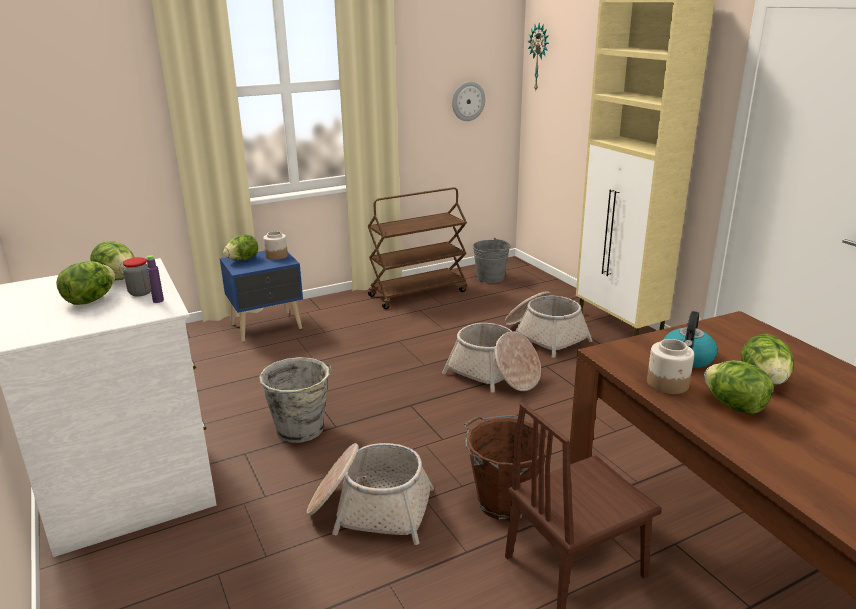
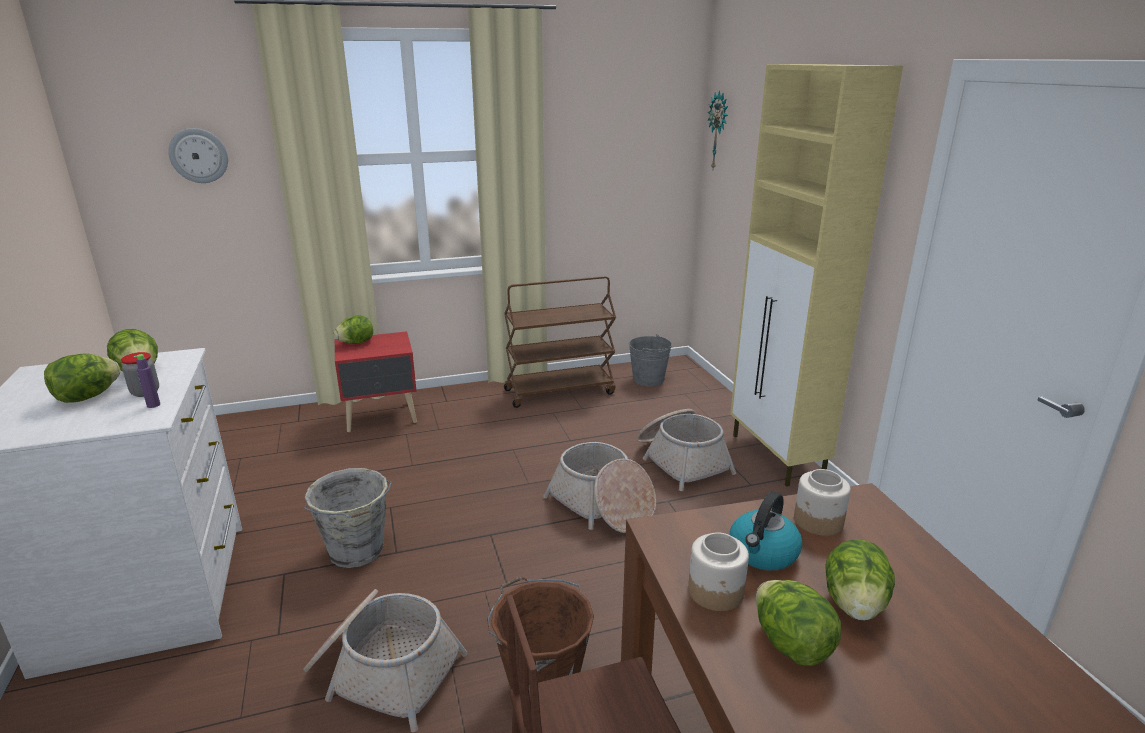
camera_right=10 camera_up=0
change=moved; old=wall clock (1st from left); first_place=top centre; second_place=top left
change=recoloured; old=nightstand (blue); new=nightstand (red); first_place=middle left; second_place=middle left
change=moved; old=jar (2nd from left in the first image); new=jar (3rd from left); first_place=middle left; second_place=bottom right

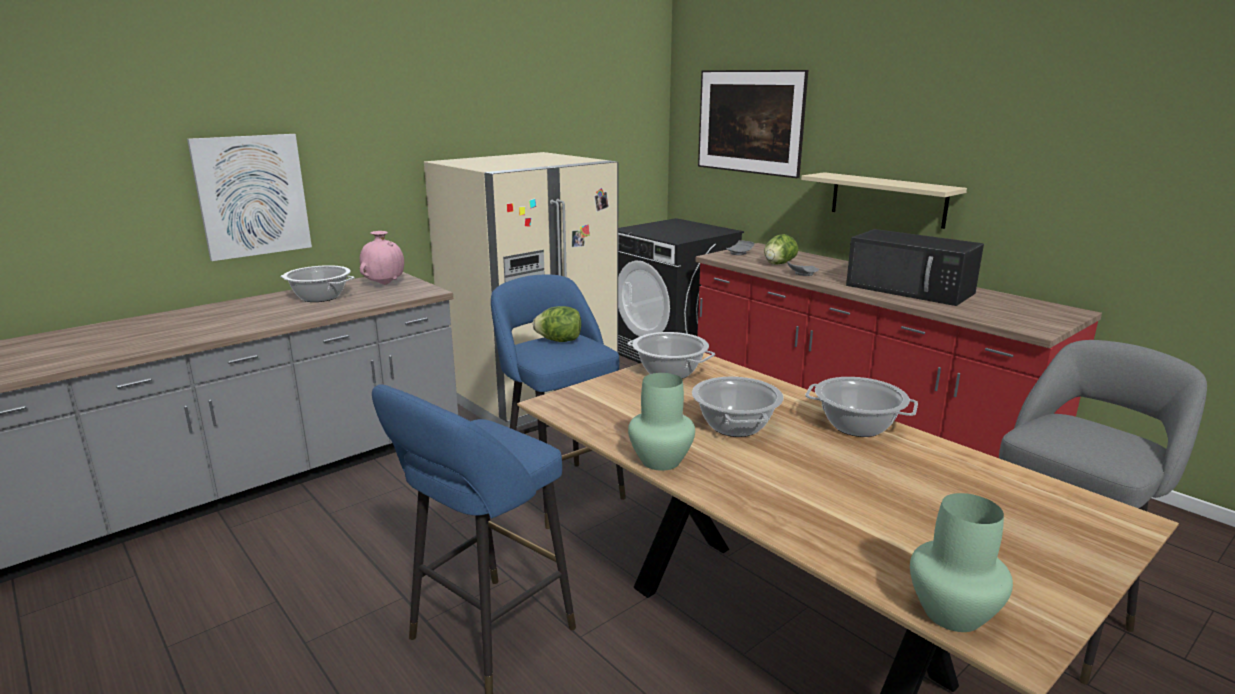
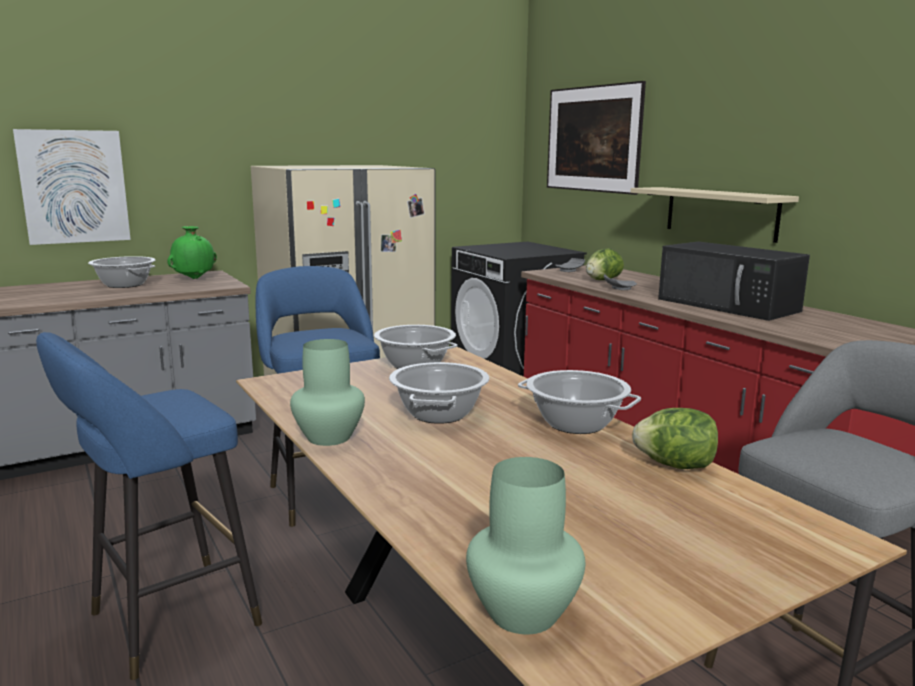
camera_right=10 camera_up=-5
change=recoloured; old=vase (pink); new=vase (green) (1st from left); first_place=middle left; second_place=middle left
change=moved; old=lettuce (1st from left in the first image); new=lettuce (2nd from left); first_place=centre; second_place=middle right

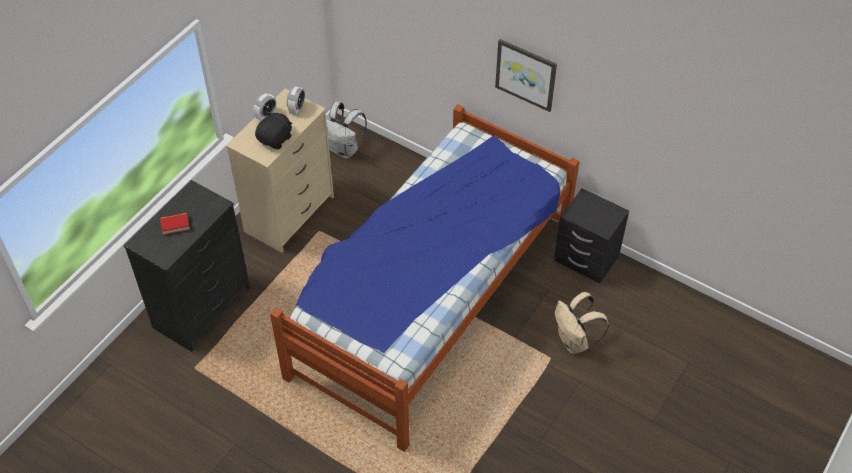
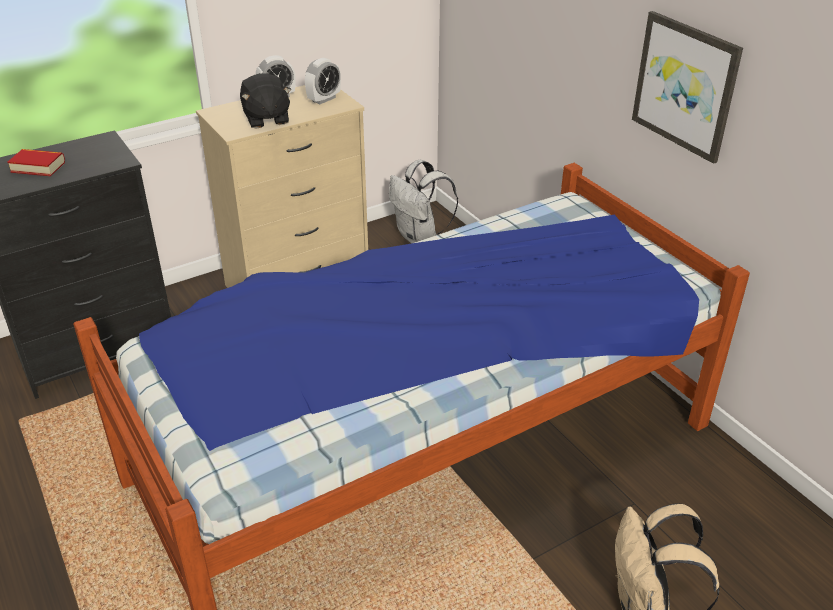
camera_right=25 camera_up=-15
change=turned; old=plush toy (black); first_place=top left; second_place=top left; degrees=105
change=removed; old=nightstand (black); first_place=middle right

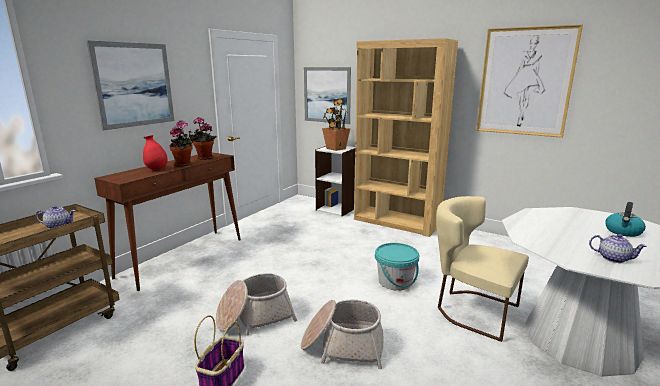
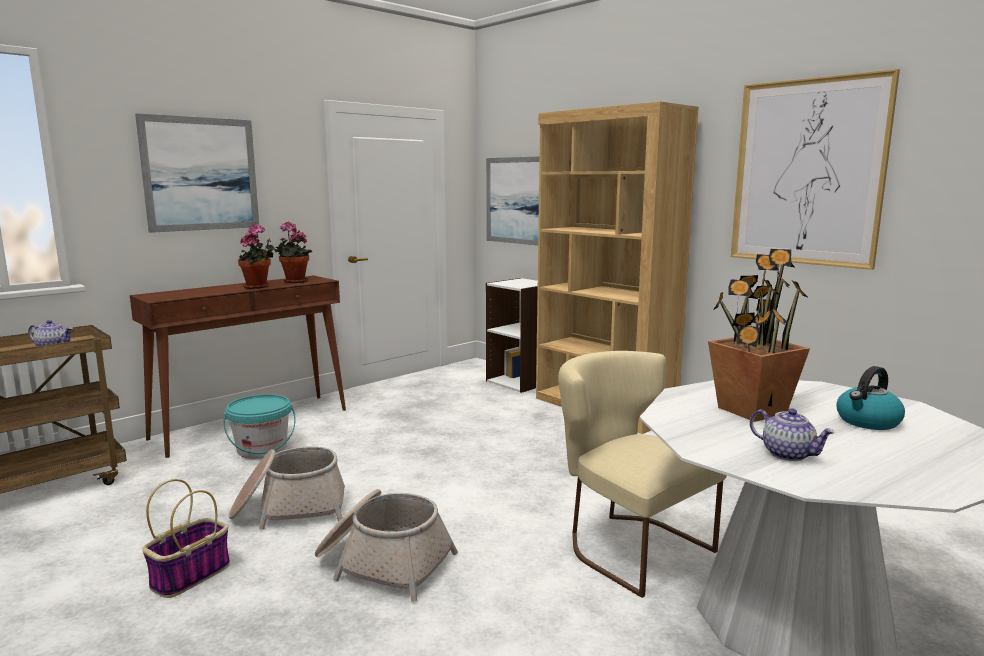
camera_right=15 camera_up=-5
change=moved; old=bucket (turquoise); first_place=bottom centre; second_place=middle left
change=moved; old=potted plant (3rd from left); first_place=top centre; second_place=middle right
change=removed; old=vase (red); first_place=middle left

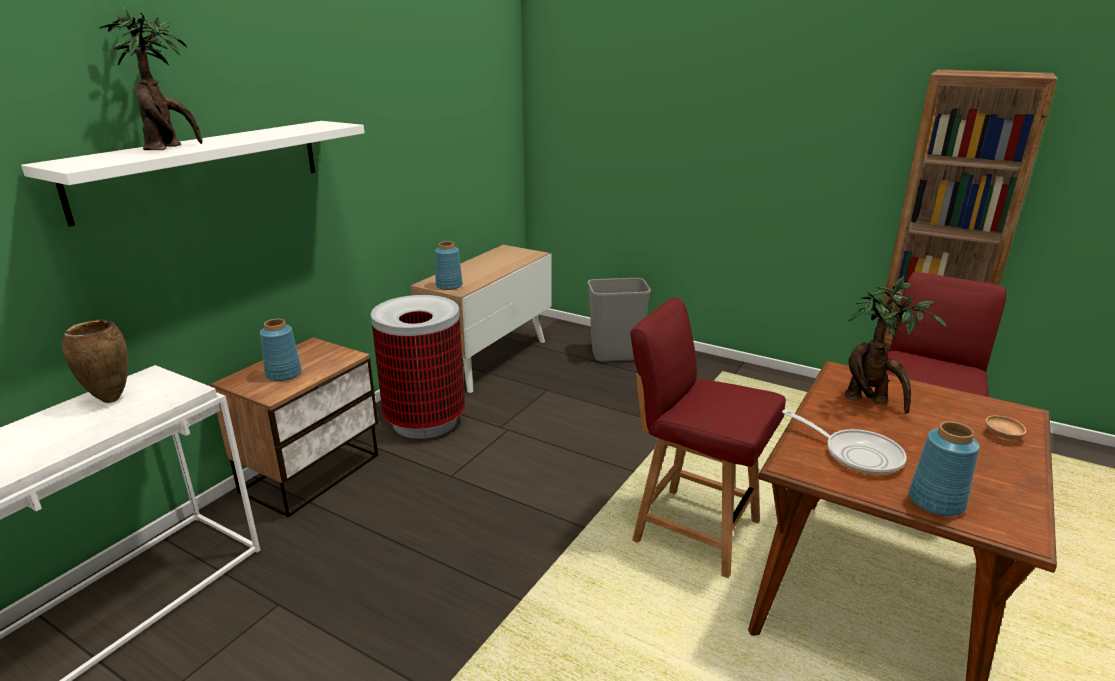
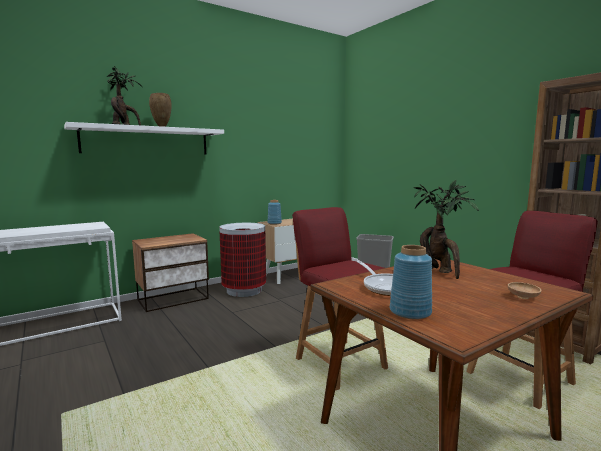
camera_right=25 camera_up=-15
change=moved; old=vase (brown); first_place=middle left; second_place=top left
change=removed; old=vase (blue) (1st from left); first_place=middle left

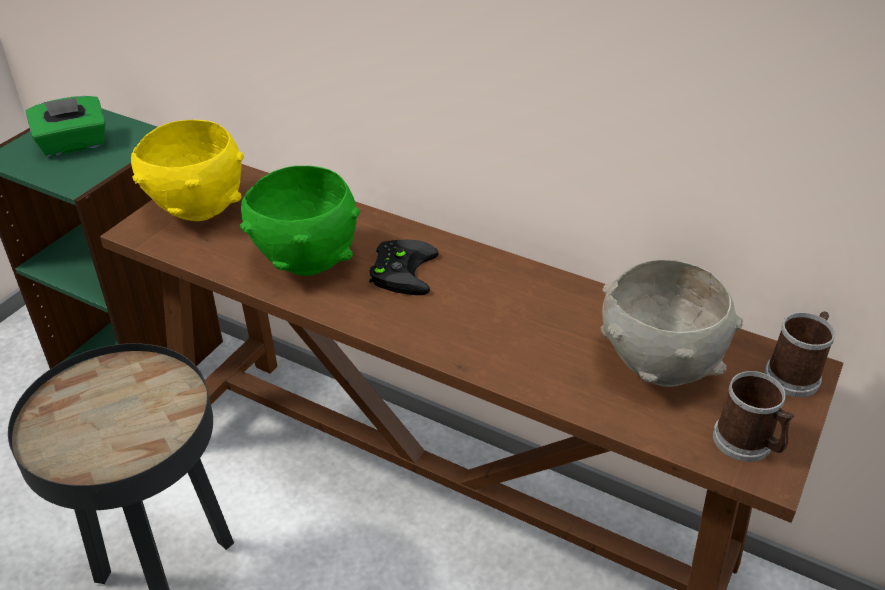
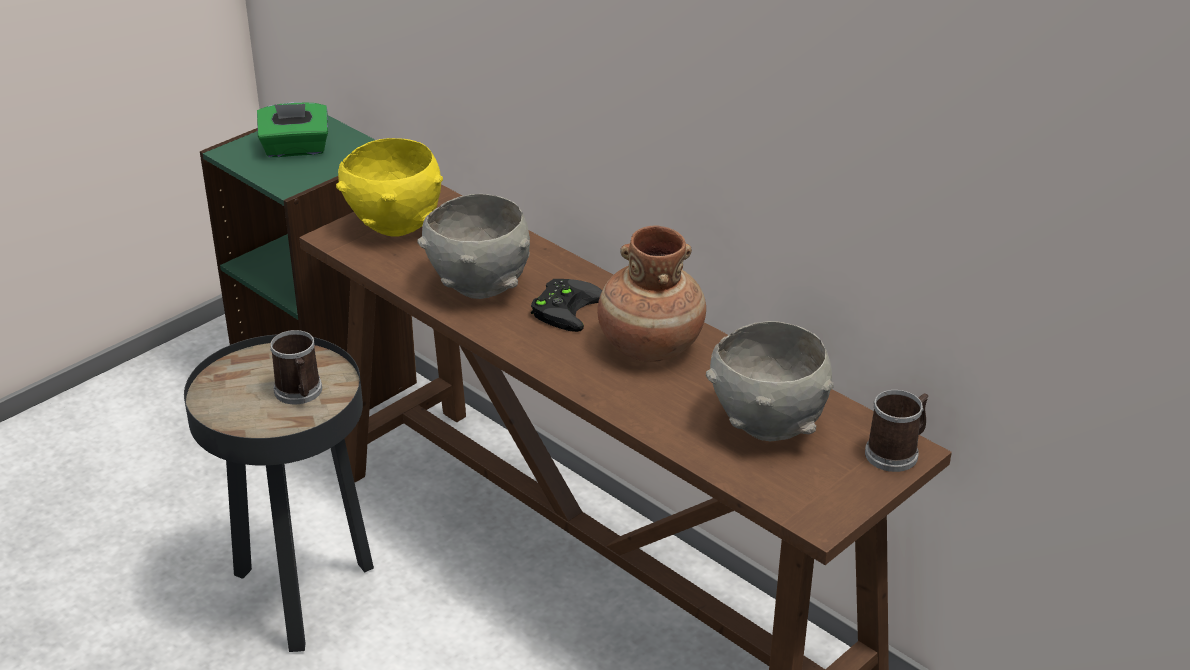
camera_right=15 camera_up=-5
change=moved; old=mug (1st from left); first_place=bottom right; second_place=middle left
change=recoloured; old=bowl (green); new=bowl (grey) (1st from left); first_place=centre; second_place=centre
change=added; new=vase (brown); second_place=centre

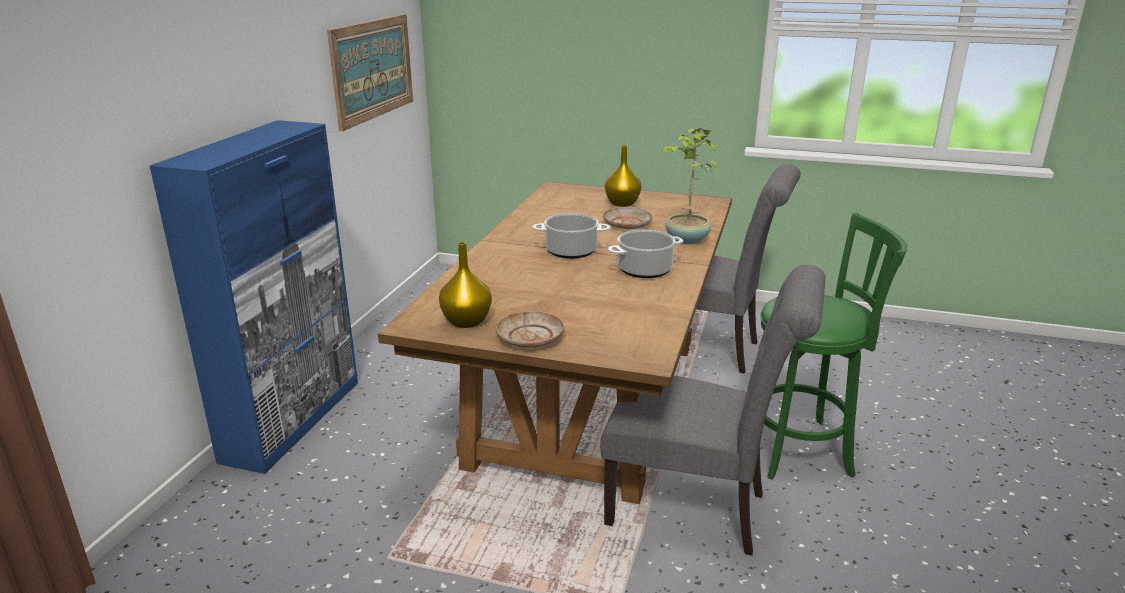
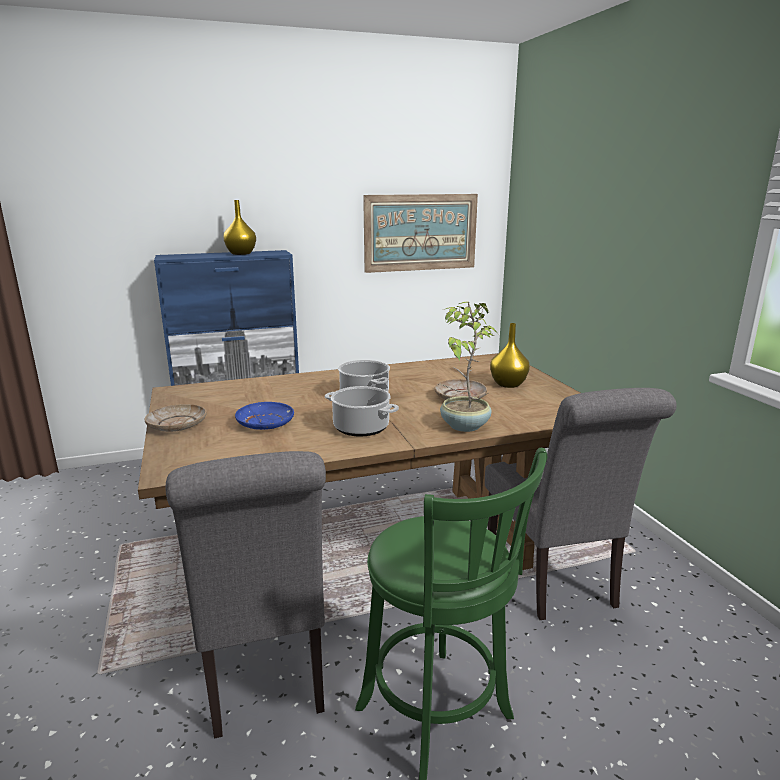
camera_right=55 camera_up=-5
change=moved; old=vase (yellow) (1st from left); first_place=centre; second_place=top left
change=added; new=plate (blue); second_place=centre

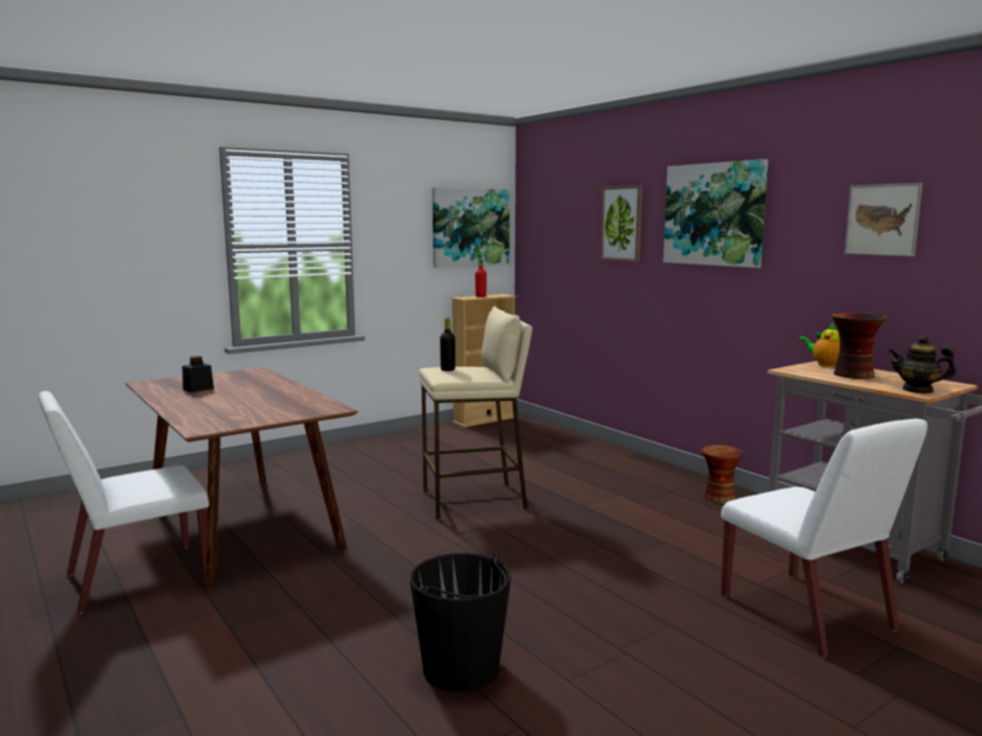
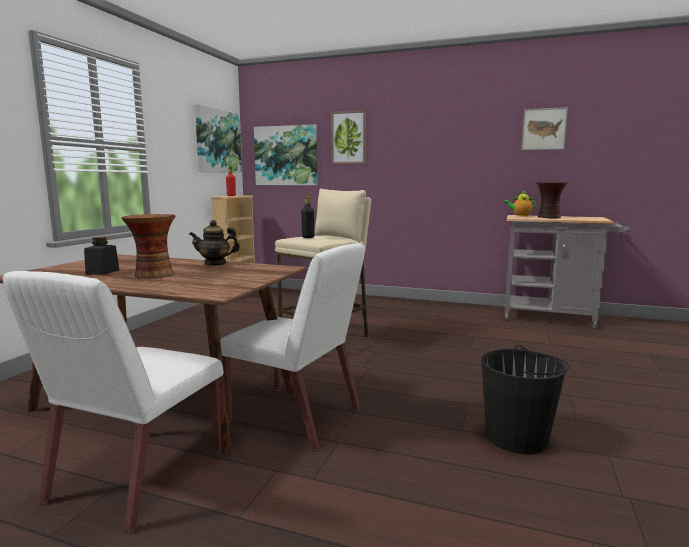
camera_right=-35 camera_up=0
change=moved; old=vase (1st from left); first_place=middle right; second_place=middle left
change=moved; old=teapot (2nd from left in the first image); new=teapot (1st from left); first_place=middle right; second_place=middle left
change=moved; old=chair (white) (2nd from left); first_place=bottom right; second_place=centre
change=moved; old=picture (3rd from left in the first image); new=picture (2nd from left); first_place=top right; second_place=top centre

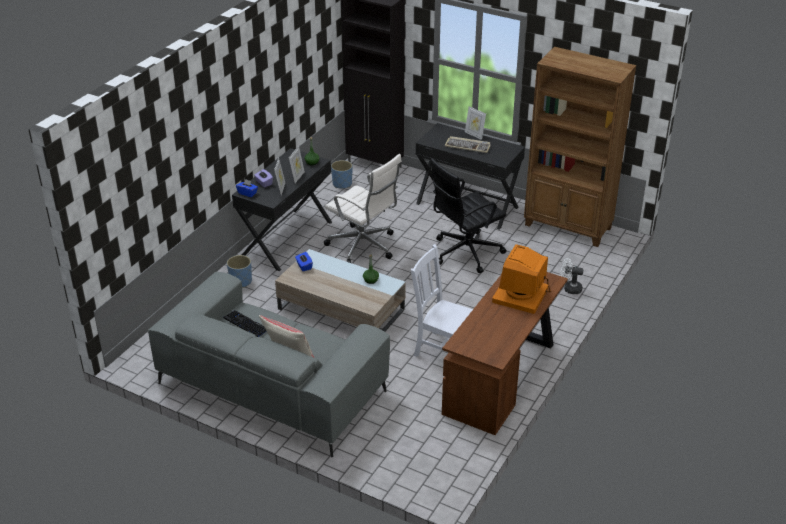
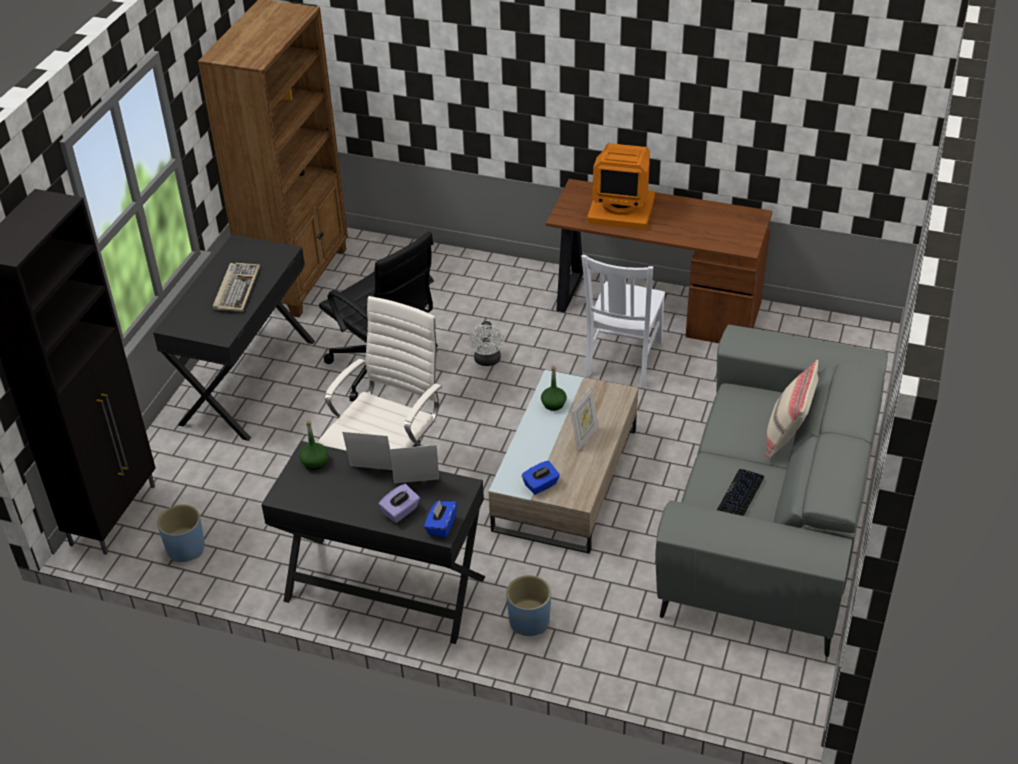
camera_right=-100 camera_up=5
change=moved; old=fan (white); first_place=middle right; second_place=centre
change=moved; old=picture frame (3rd from left); first_place=top centre; second_place=centre

